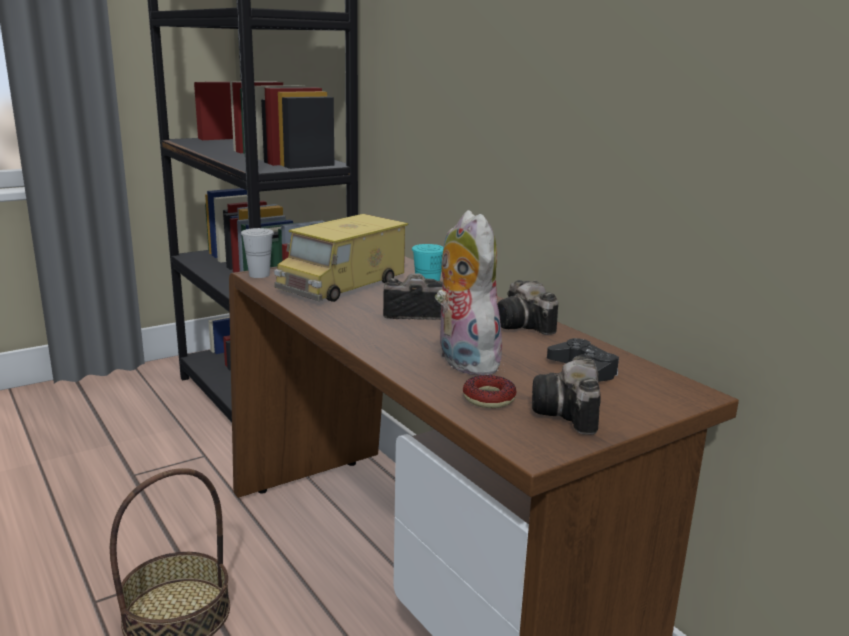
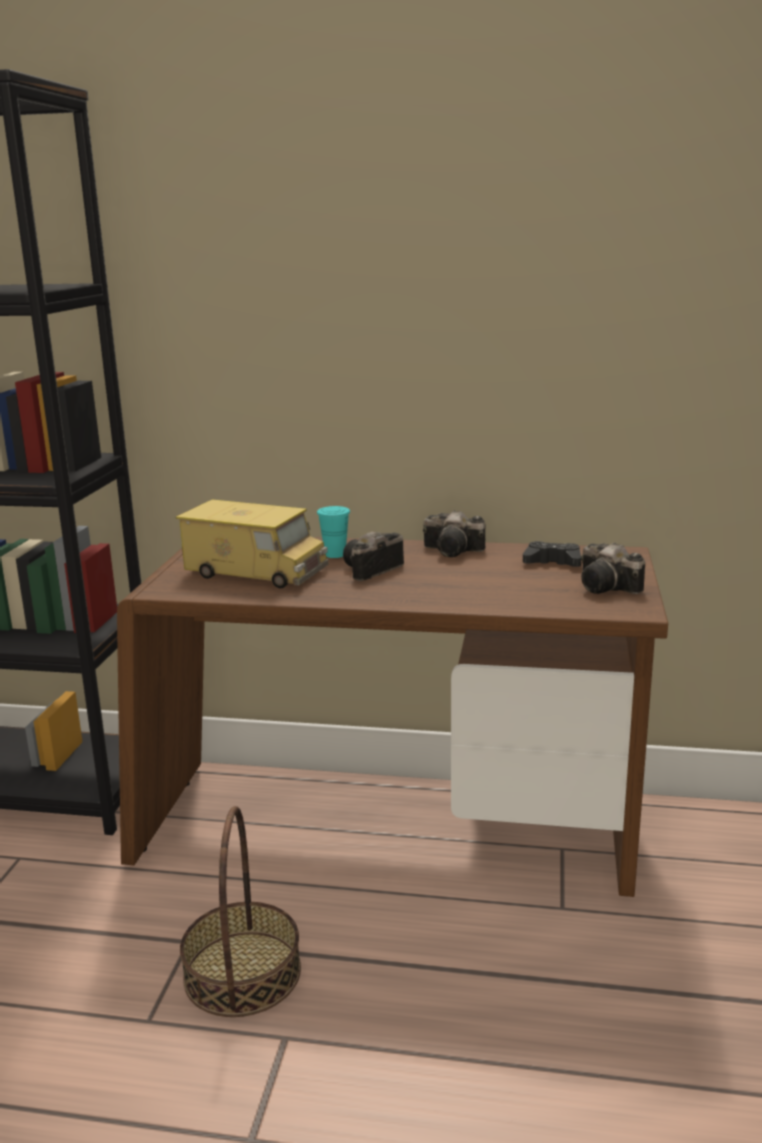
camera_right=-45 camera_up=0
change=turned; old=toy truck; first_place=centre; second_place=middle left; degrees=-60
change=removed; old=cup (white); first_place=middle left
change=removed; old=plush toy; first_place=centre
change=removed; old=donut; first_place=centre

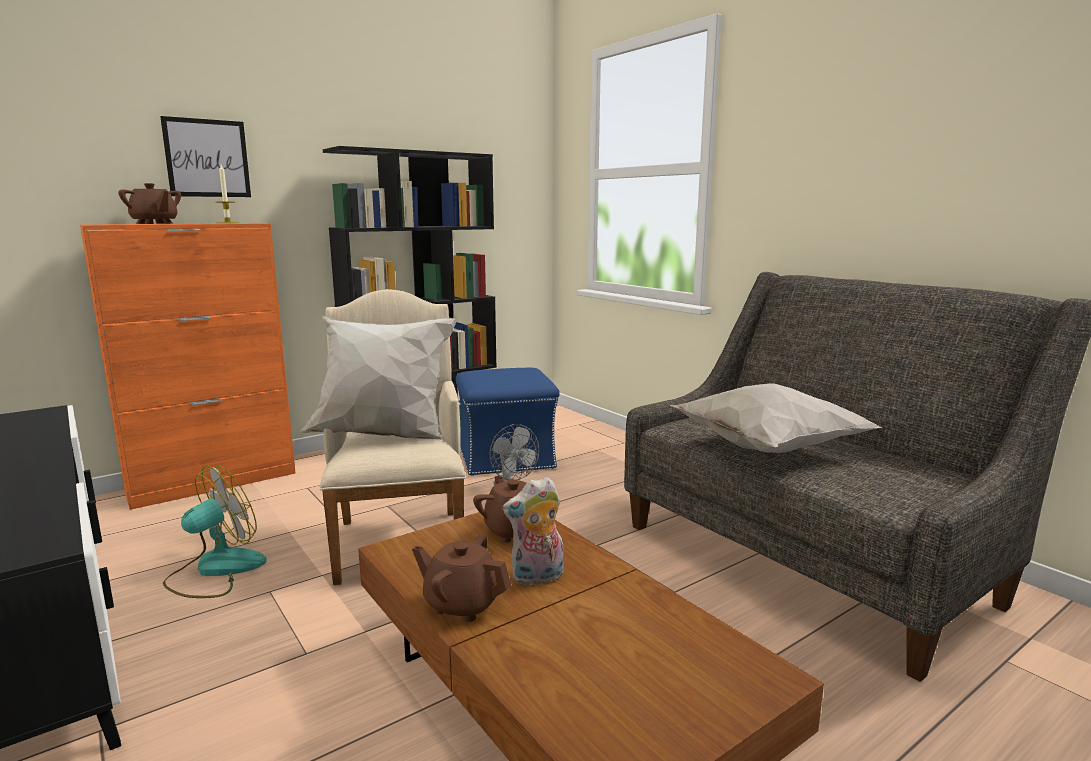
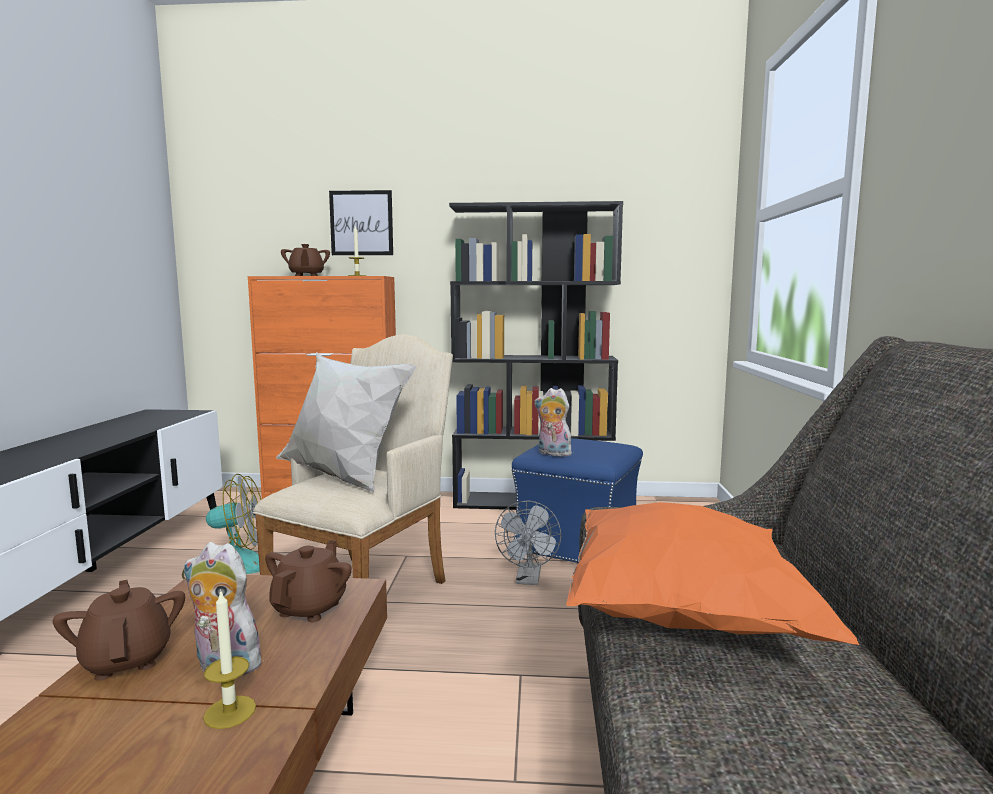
camera_right=40 camera_up=-5
change=added; new=candle (1st from left); second_place=bottom left
change=added; new=plush toy (2nd from left); second_place=centre
change=recoloured; old=pillow (white) (2nd from left); new=pillow (orange); first_place=middle right; second_place=bottom right

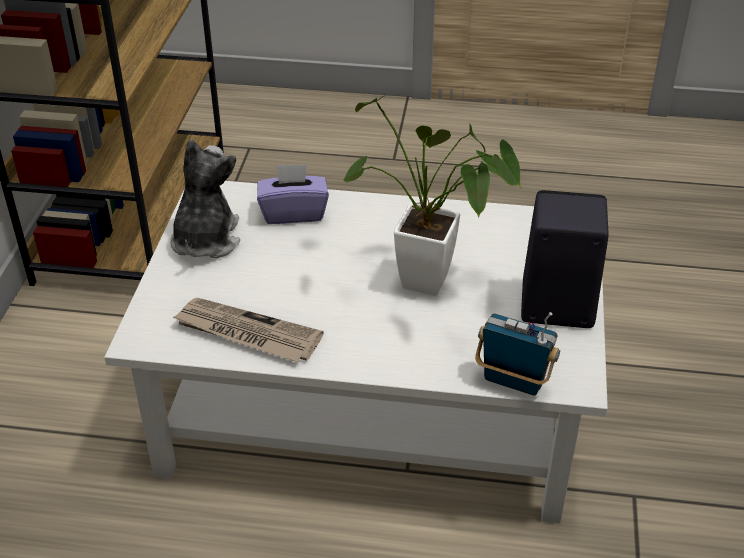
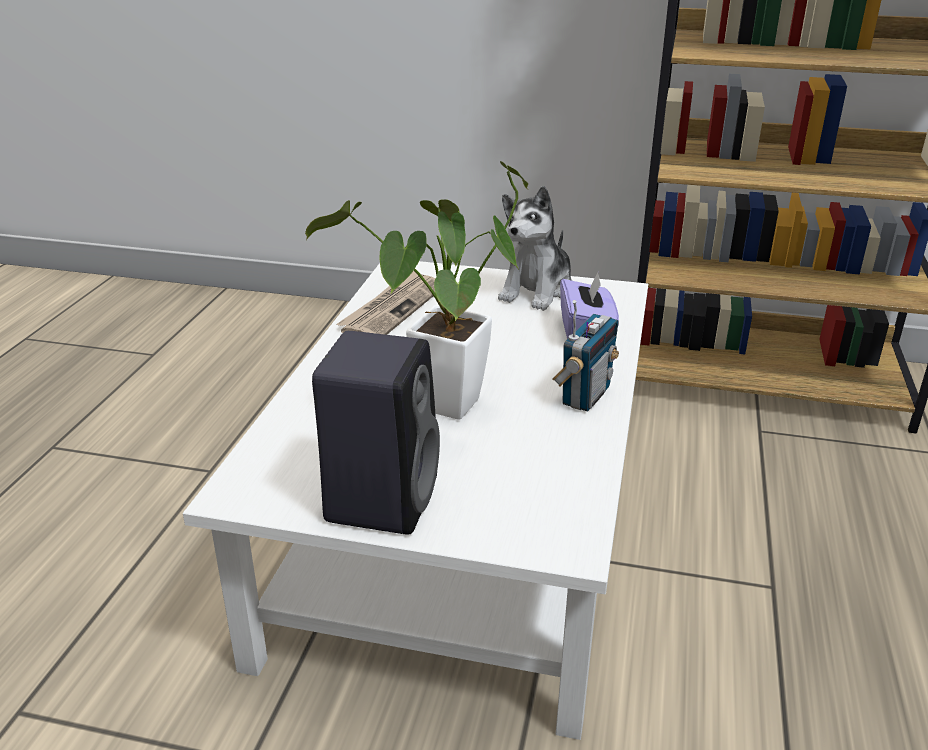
camera_right=95 camera_up=-10
change=turned; old=plush toy; first_place=middle left; second_place=top centre; degrees=105
change=moved; old=radio; first_place=middle right; second_place=centre

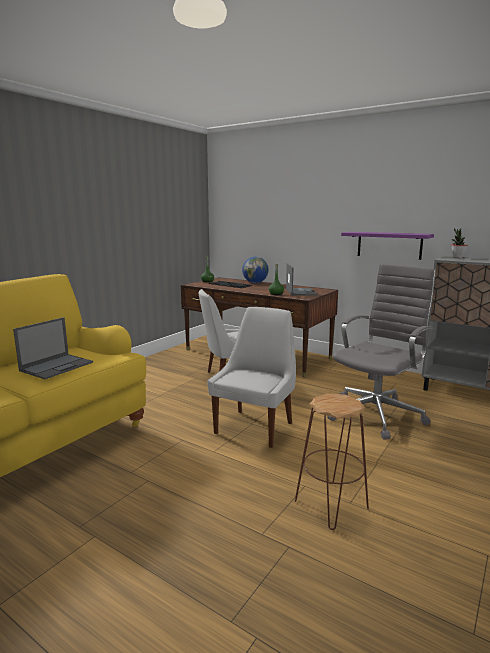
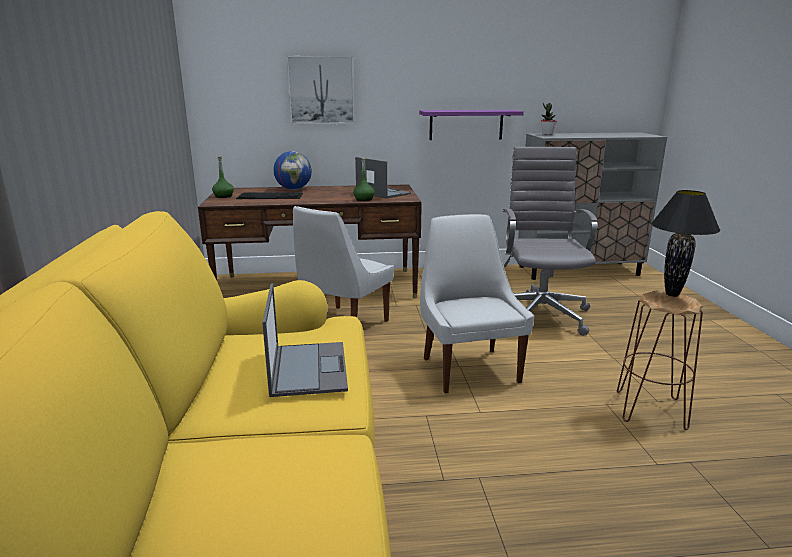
camera_right=-40 camera_up=5
change=added; new=picture; second_place=top centre
change=added; new=table lamp (black); second_place=middle right

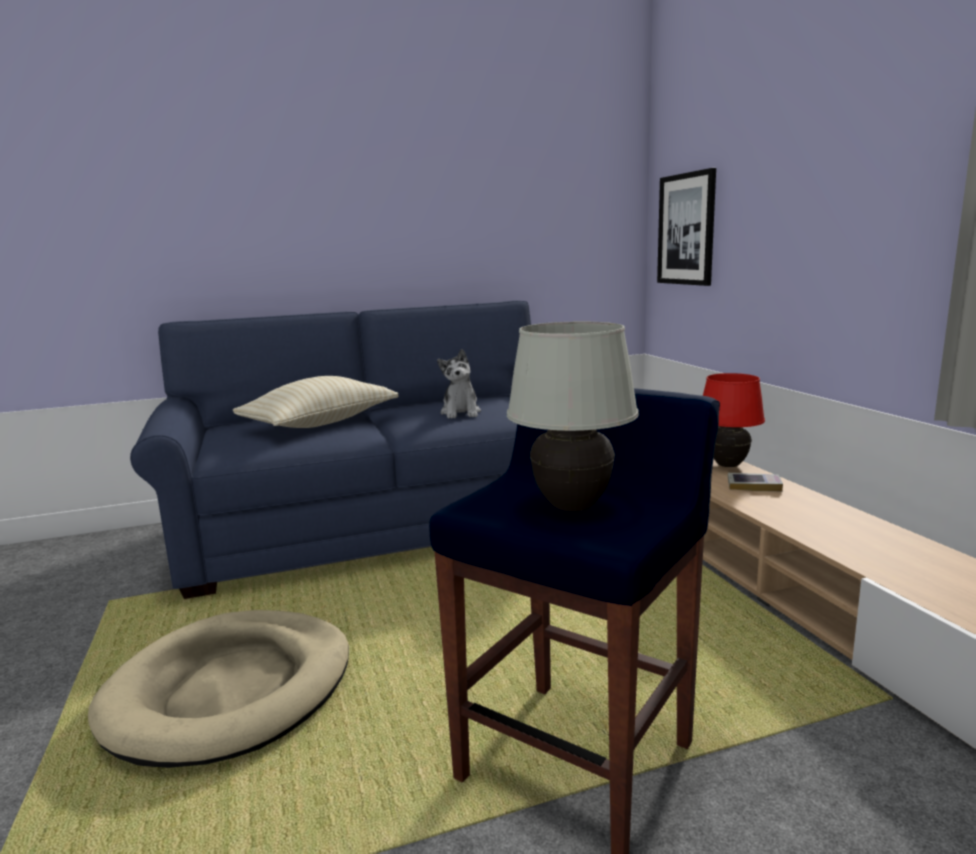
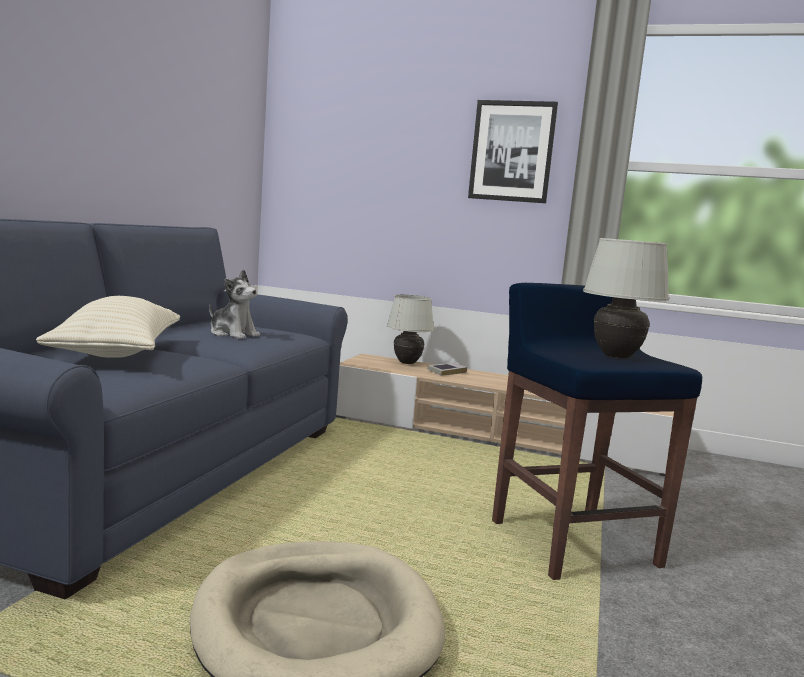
camera_right=-55 camera_up=-5
change=recoloured; old=table lamp (red); new=table lamp (white) (1st from left); first_place=middle right; second_place=centre
change=moved; old=picture; first_place=top right; second_place=top centre

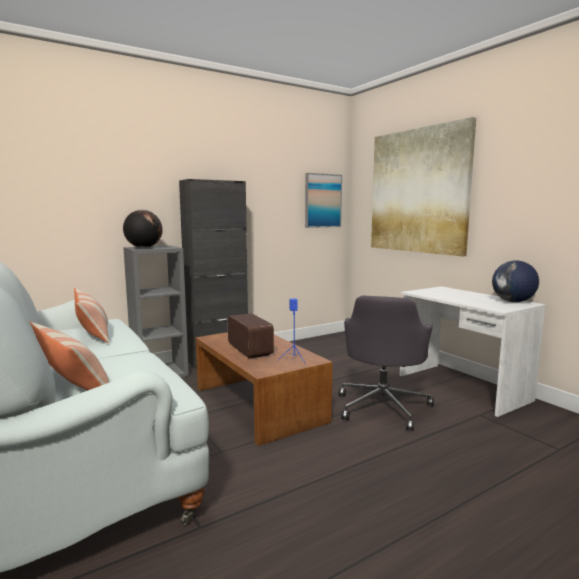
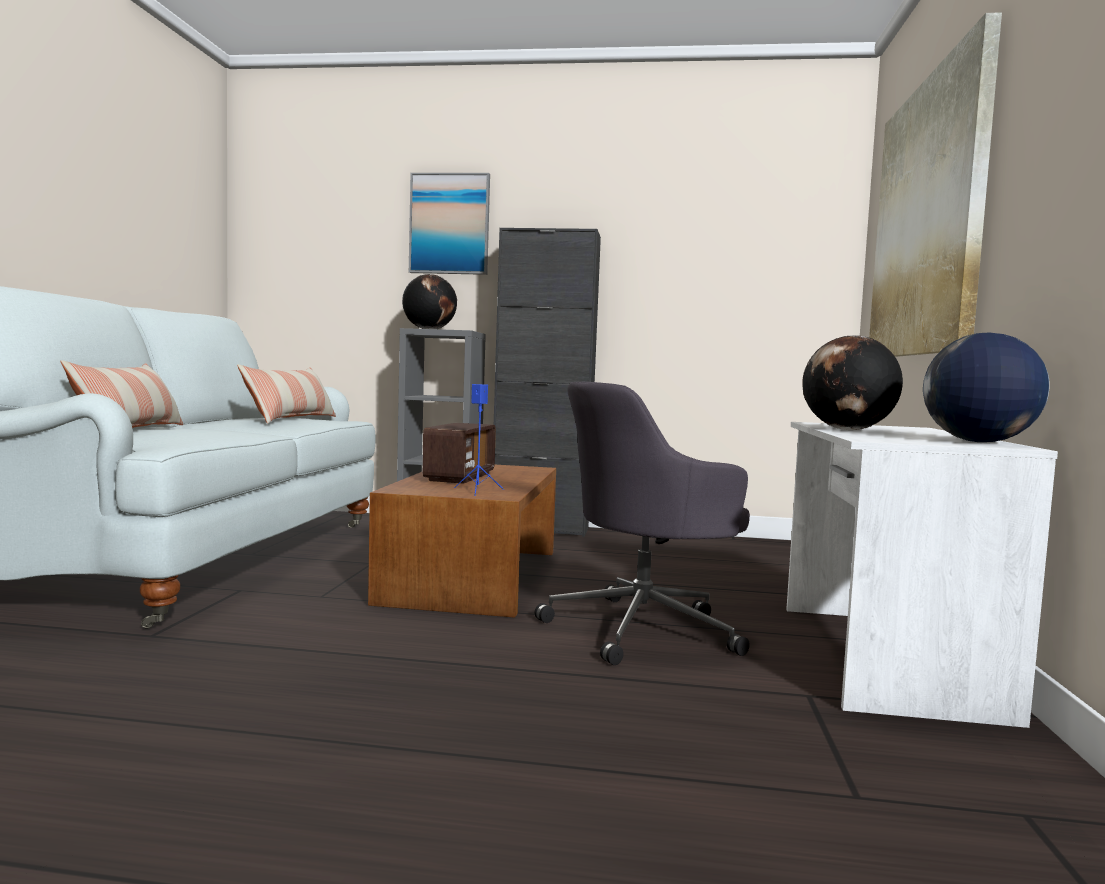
camera_right=40 camera_up=-5
change=moved; old=picture (1st from left); first_place=centre; second_place=top centre
change=added; new=globe (2nd from left); second_place=middle right

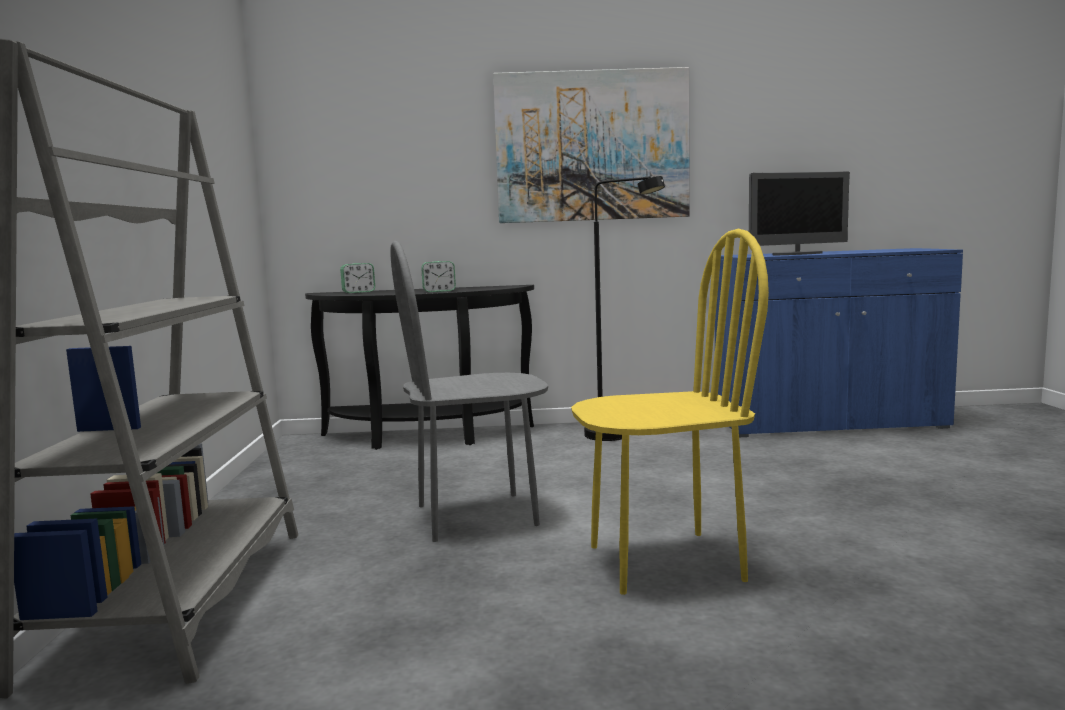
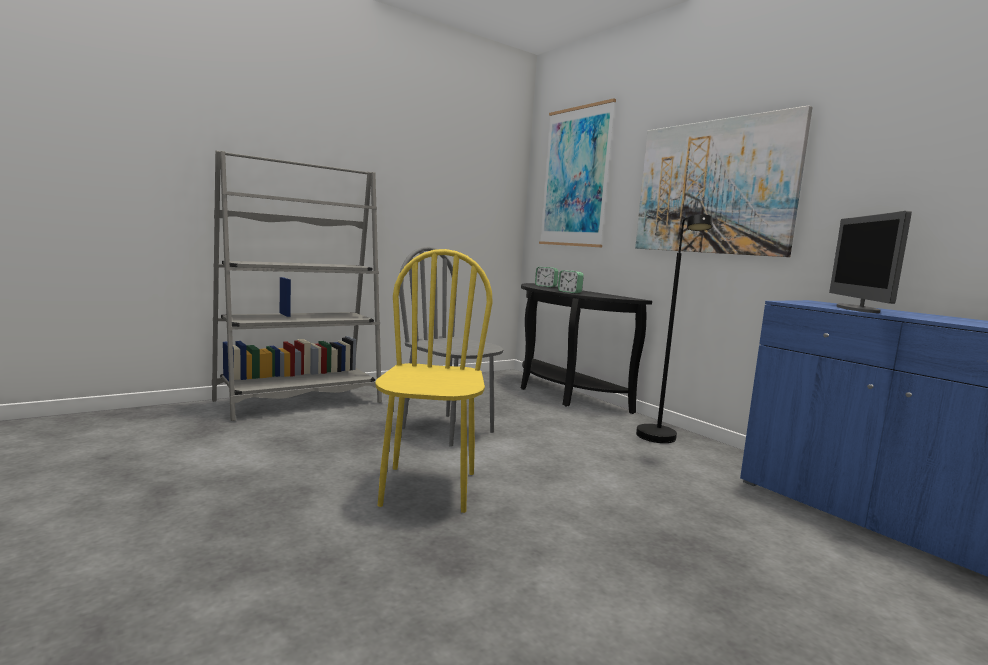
camera_right=55 camera_up=0
change=turned; old=chair (yellow); first_place=centre; second_place=centre; degrees=-135
change=added; new=picture (1st from left); second_place=top centre
change=turned; old=monitor; first_place=top right; second_place=middle right; degrees=60

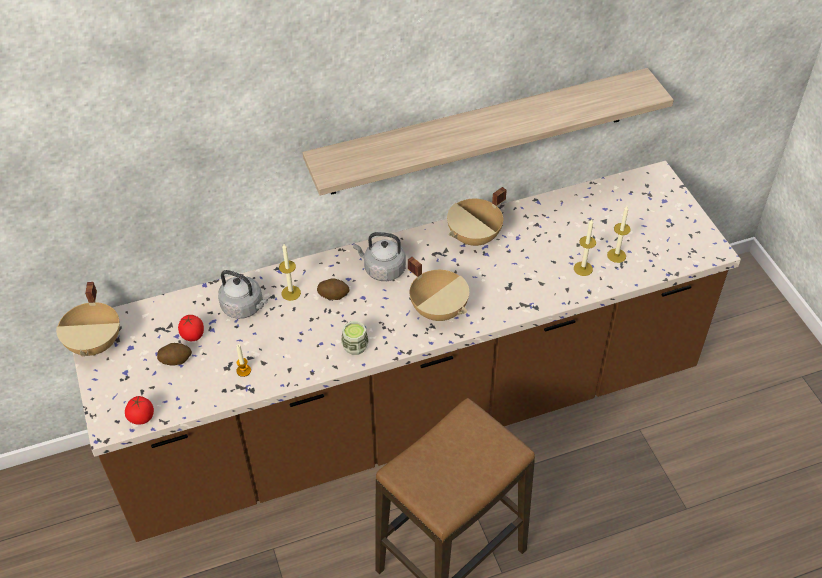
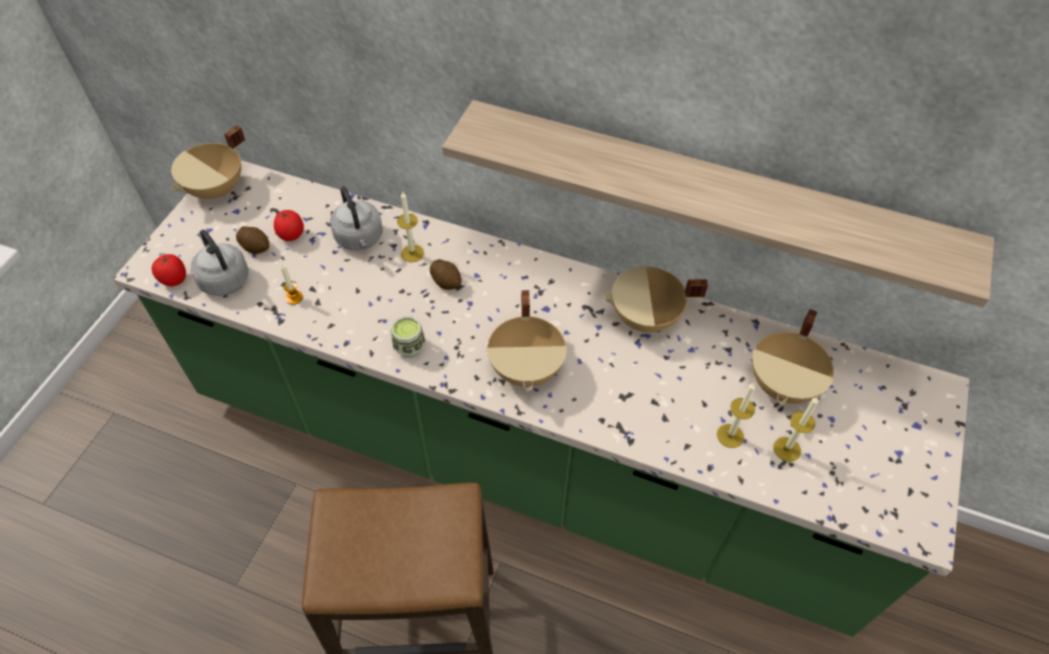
camera_right=40 camera_up=5
change=recoloured; old=counter (brown); new=counter (green); first_place=centre; second_place=centre
change=moved; old=kettle (grey) (2nd from left in the first image); new=kettle (grey) (1st from left); first_place=centre; second_place=middle left
change=added; new=cooking pot (beige) (4th from left); second_place=middle right

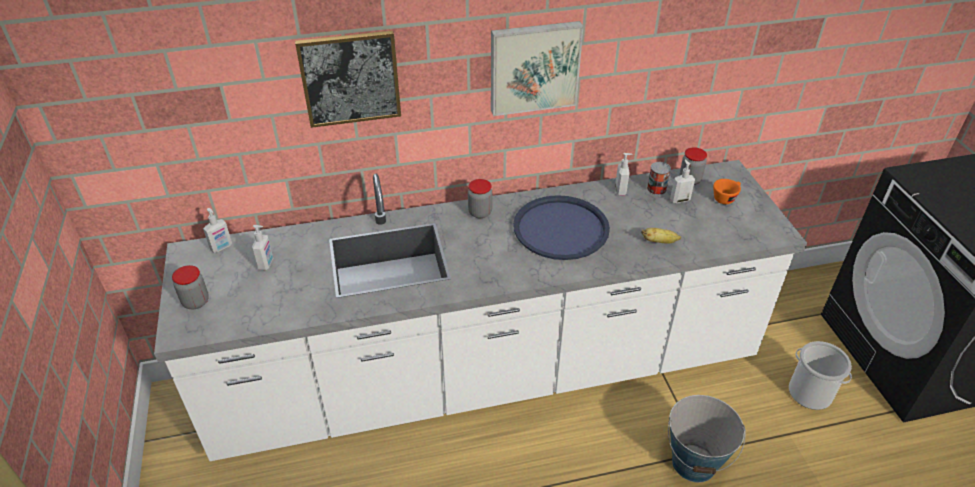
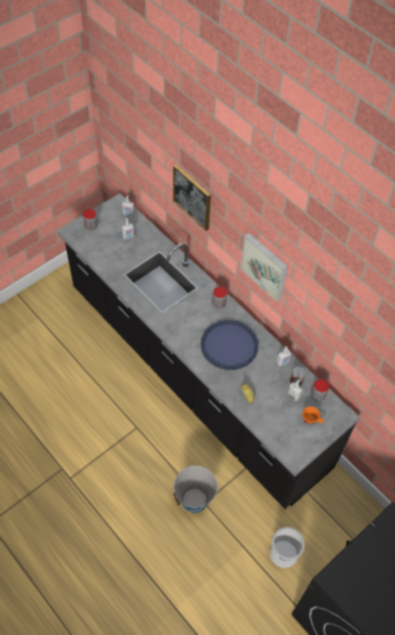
camera_right=60 camera_up=15
change=recoloured; old=counter (white); new=counter (black); first_place=centre; second_place=centre

